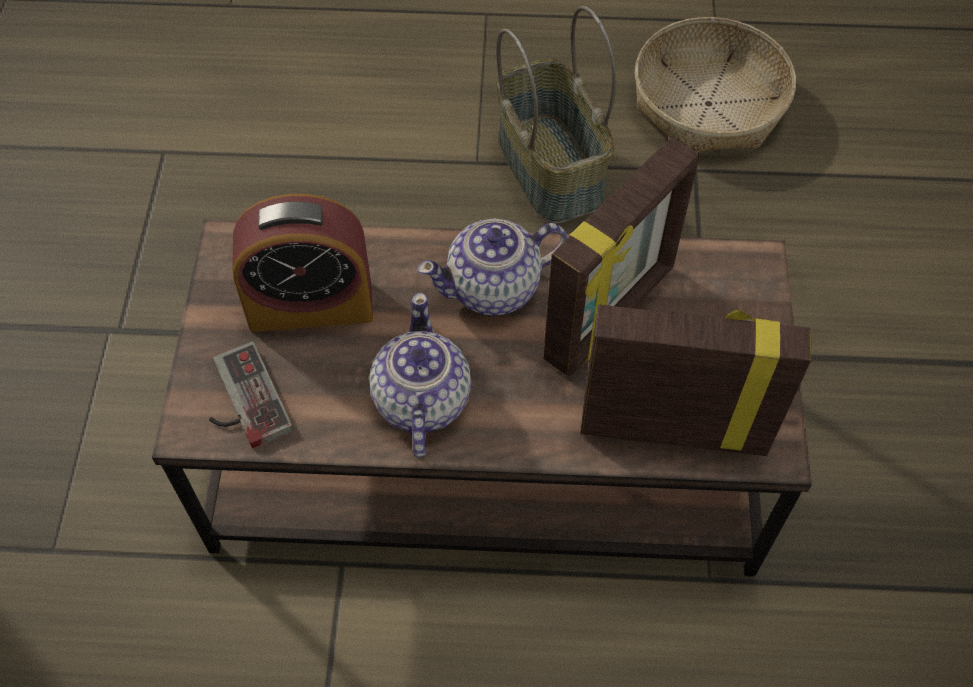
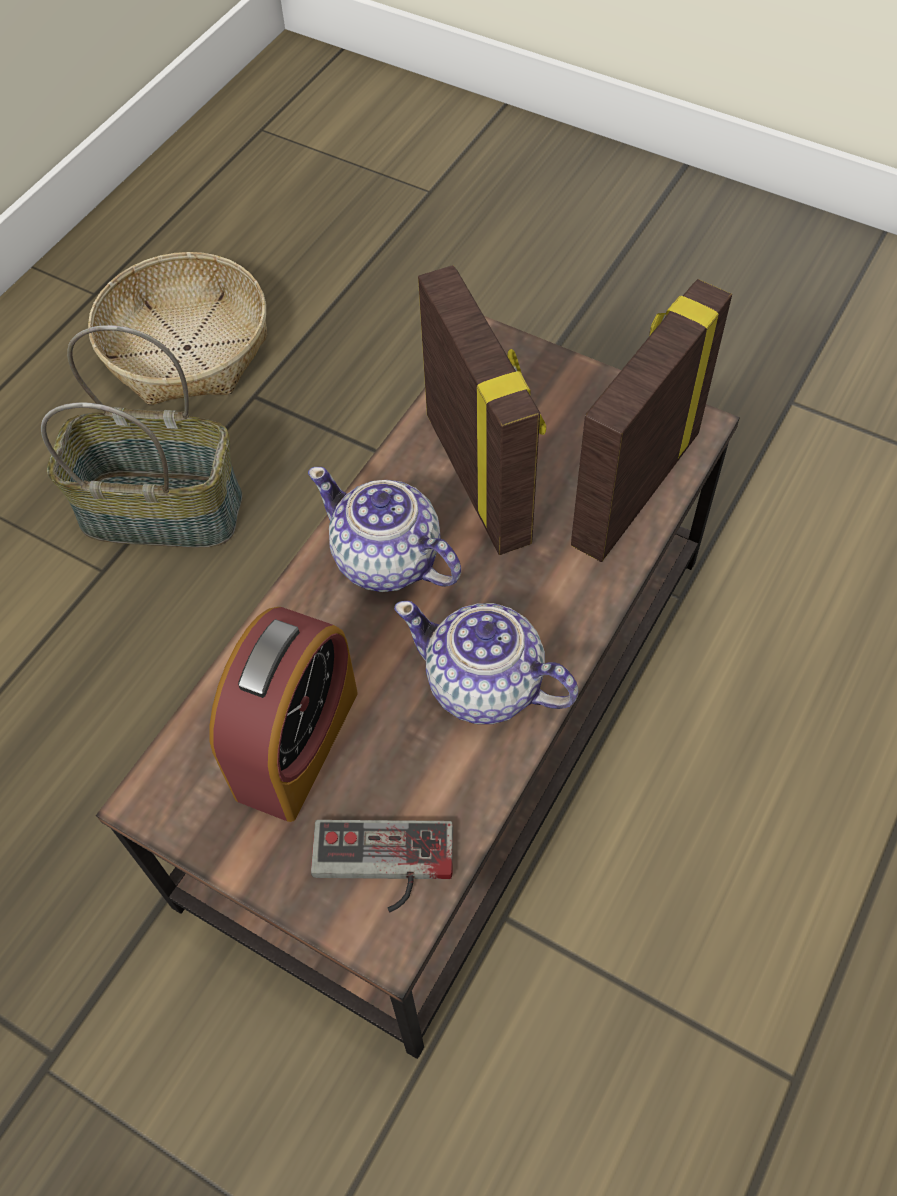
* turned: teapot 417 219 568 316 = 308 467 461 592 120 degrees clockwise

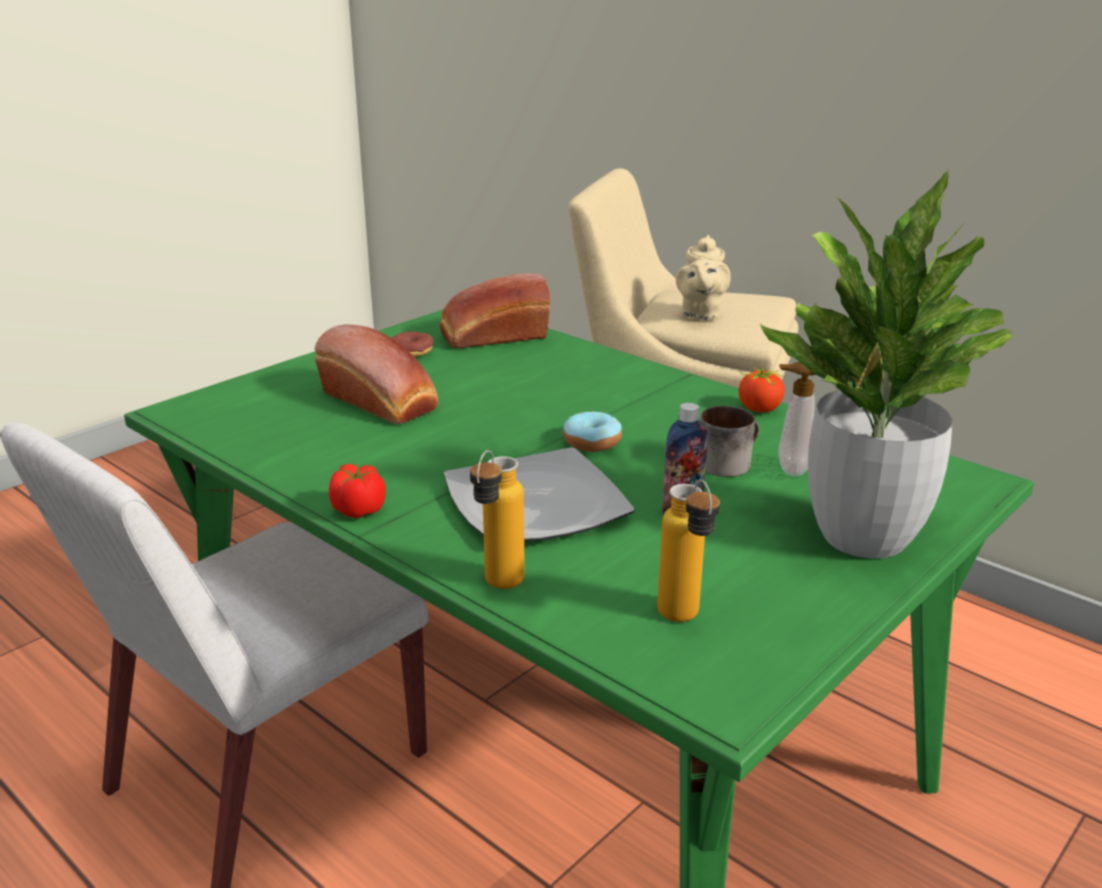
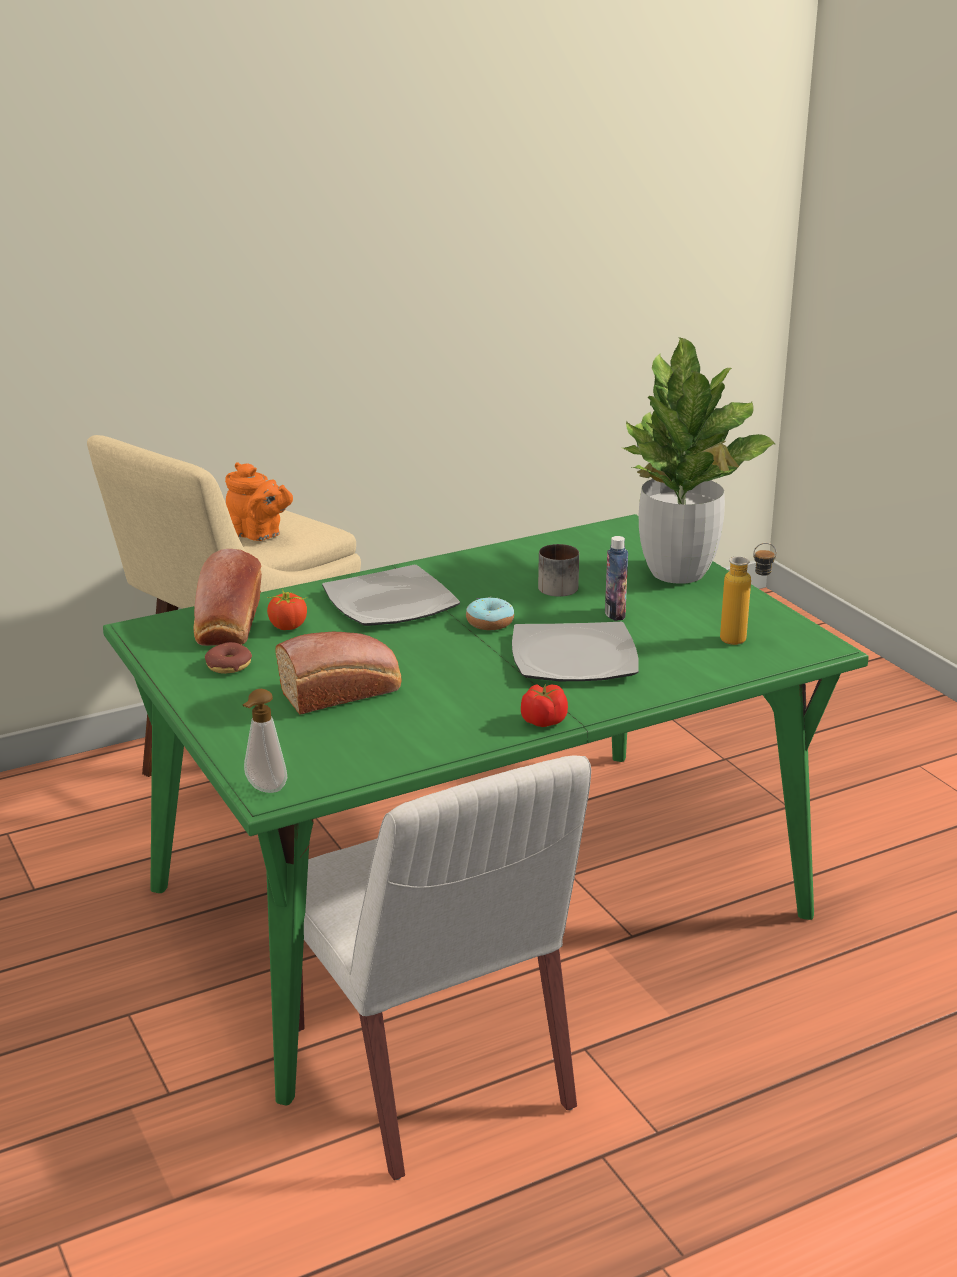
* recoloured: beige teapot 676 235 731 321 to orange teapot 225 462 293 541
* moved: soap dispenser 778 362 816 476 to 243 689 287 793
* moved: tomato 737 367 785 412 to 267 589 307 630
* added: plate 322 565 460 626
* removed: bottle 470 450 525 589

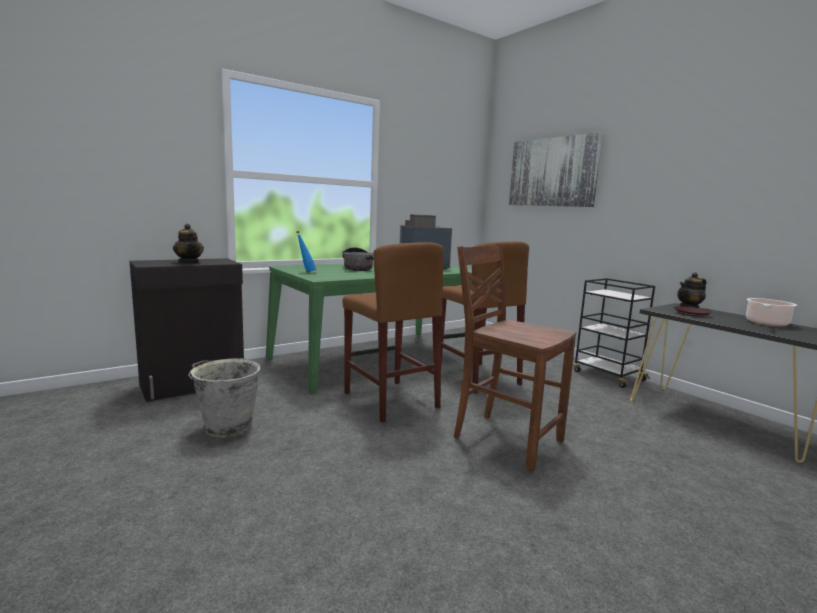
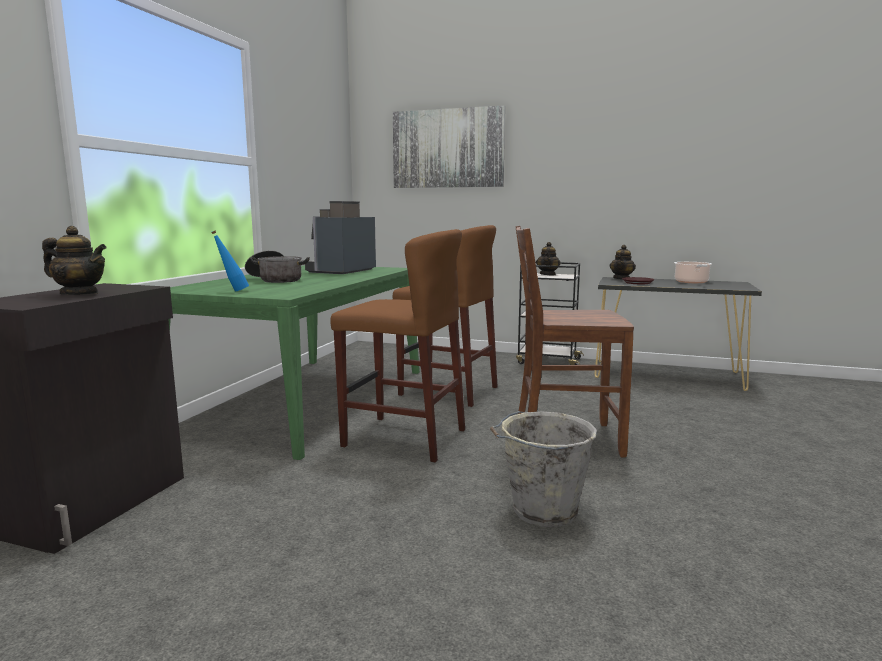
* moved: grey bucket 188 358 260 438 to 490 411 597 527
* added: teapot 536 242 561 276

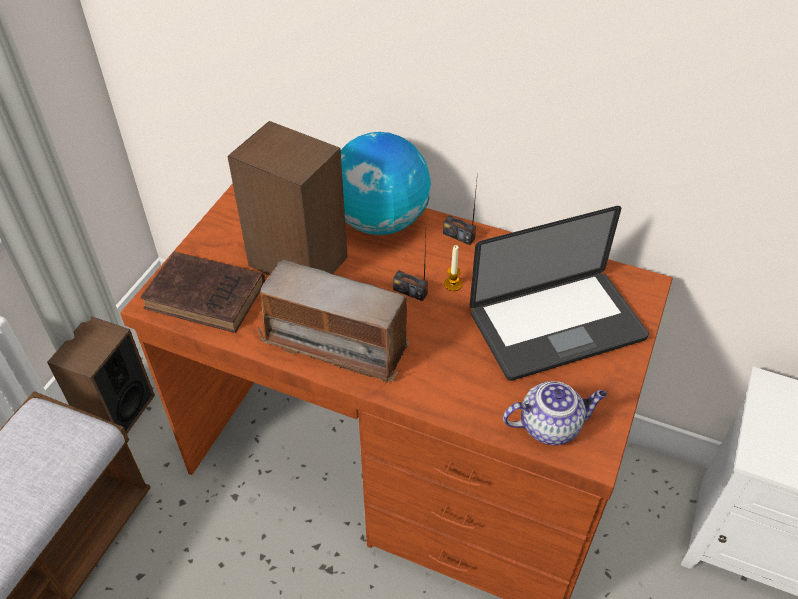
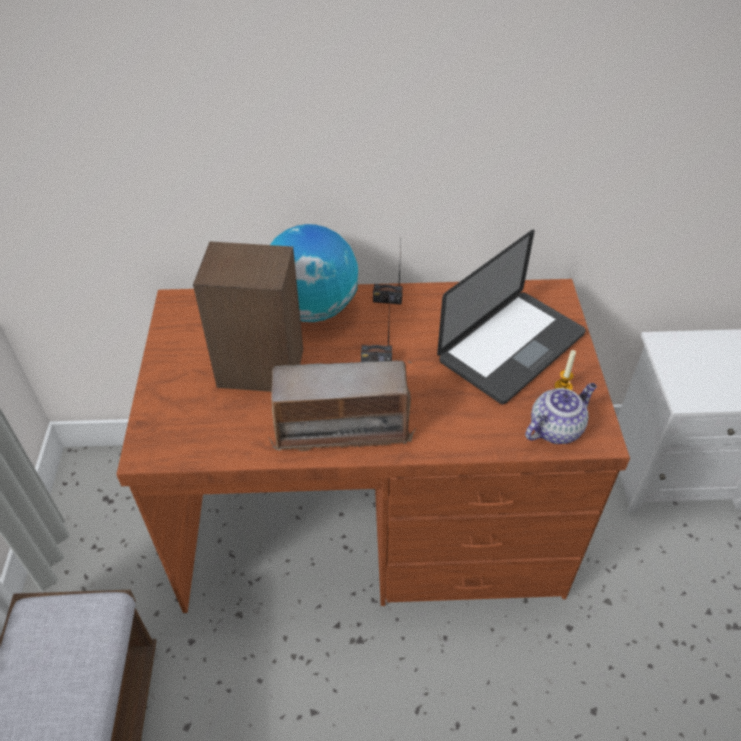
* moved: candle 444 245 462 291 to 554 350 576 390
* removed: speaker 47 316 155 433
* removed: brown book 140 251 265 333

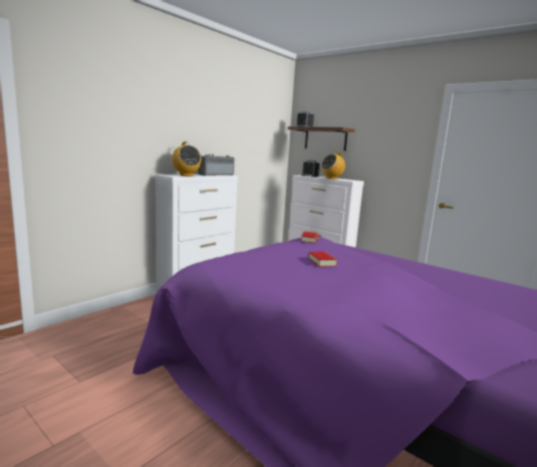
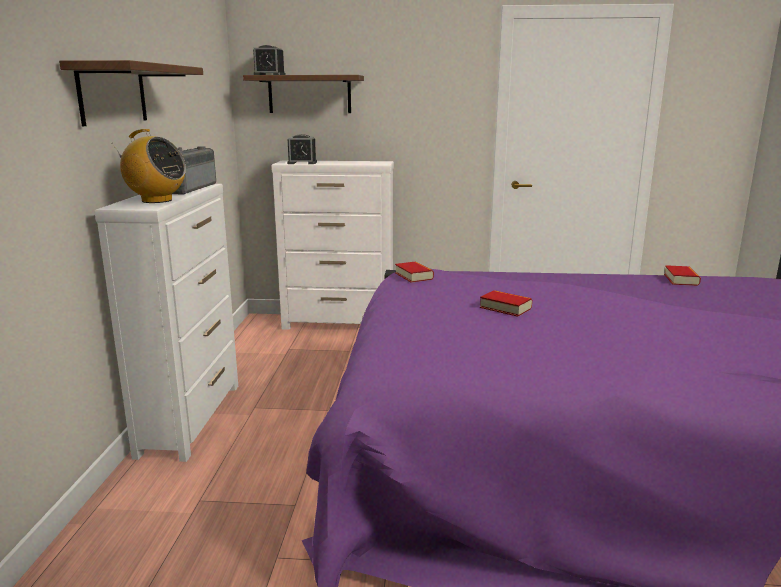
* added: shelf 59 60 203 126
* added: book 664 265 701 286
* removed: radio 321 151 345 179

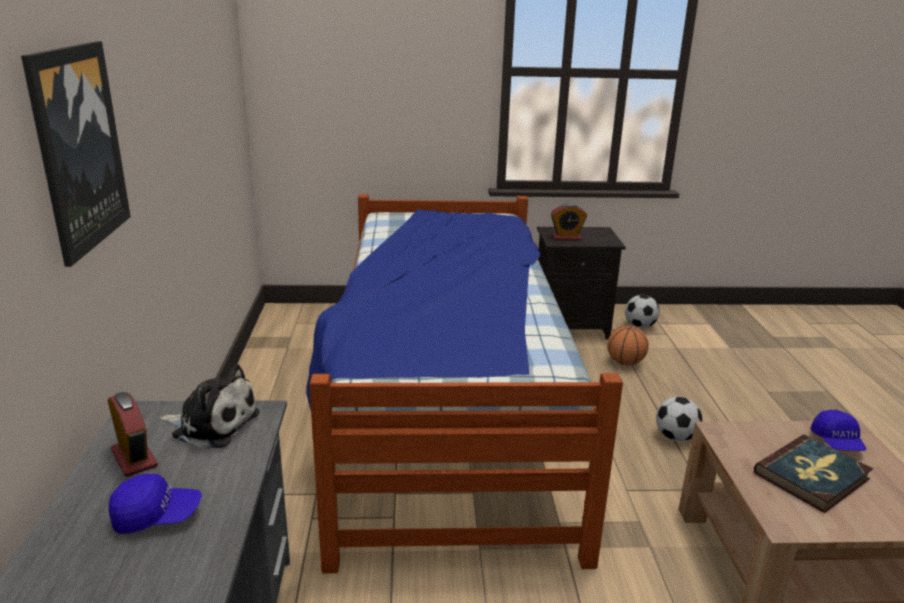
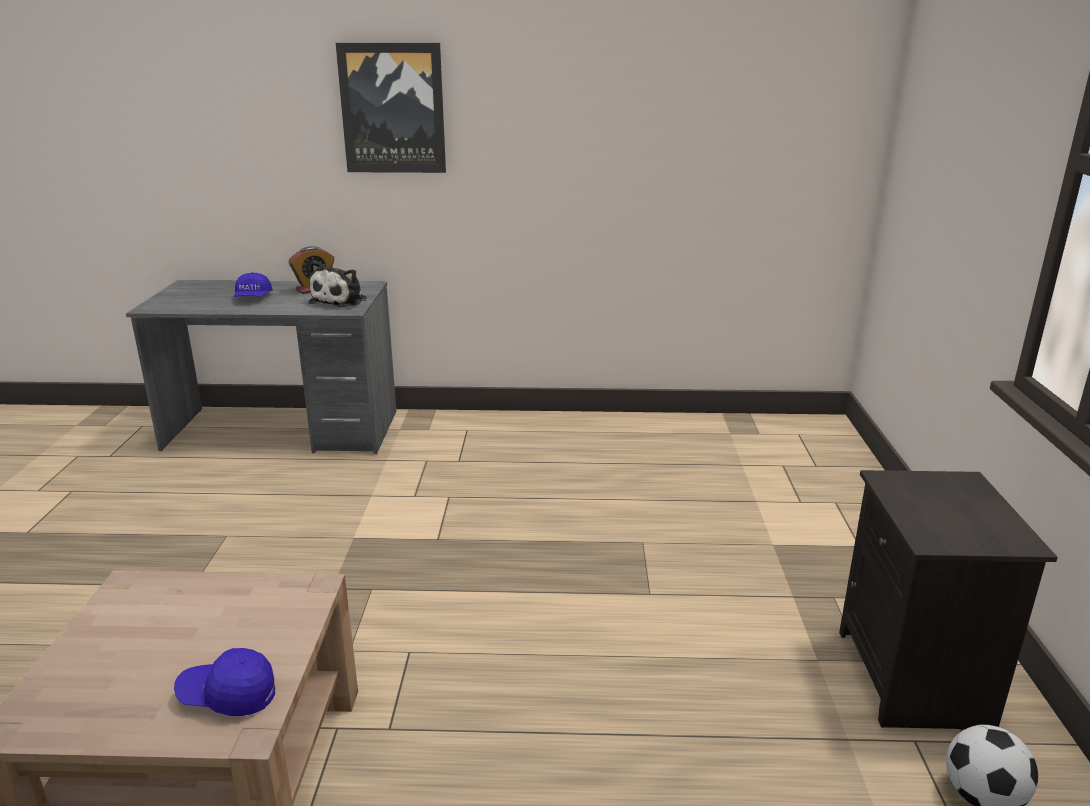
* removed: bed 306 194 623 574
* removed: alarm clock 551 204 587 240
* removed: basketball 607 325 649 365
* removed: football 656 396 702 441
* removed: book 754 435 873 513

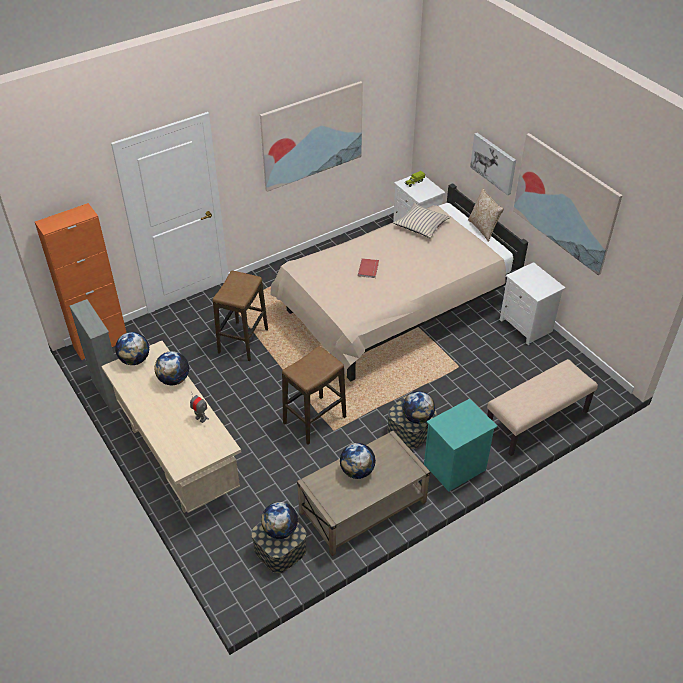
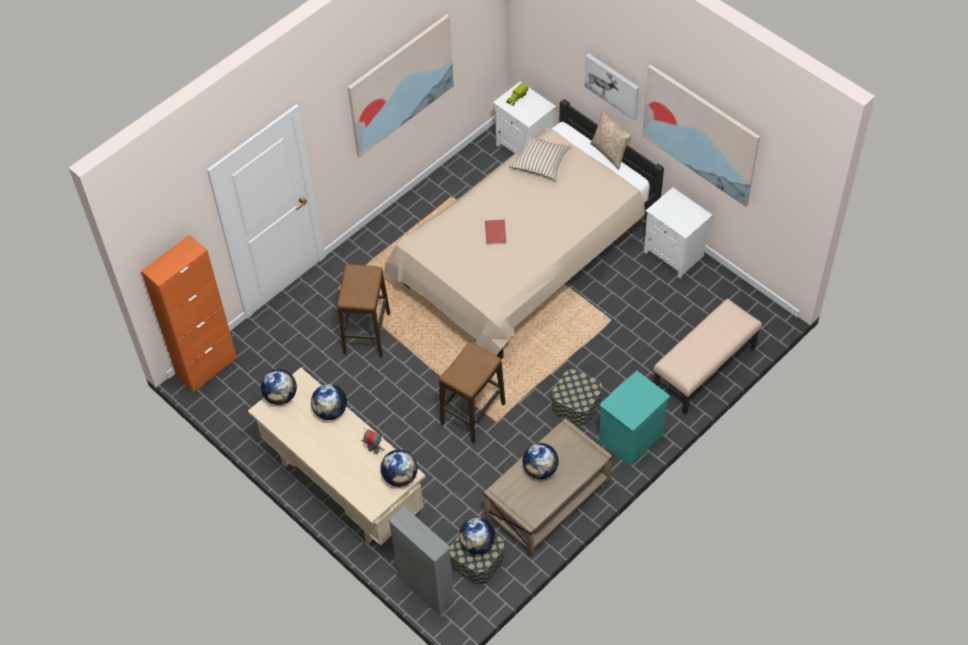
* moved: globe 402 391 435 424 to 380 450 418 487
* moved: grey bookcase 69 299 122 414 to 388 506 456 618

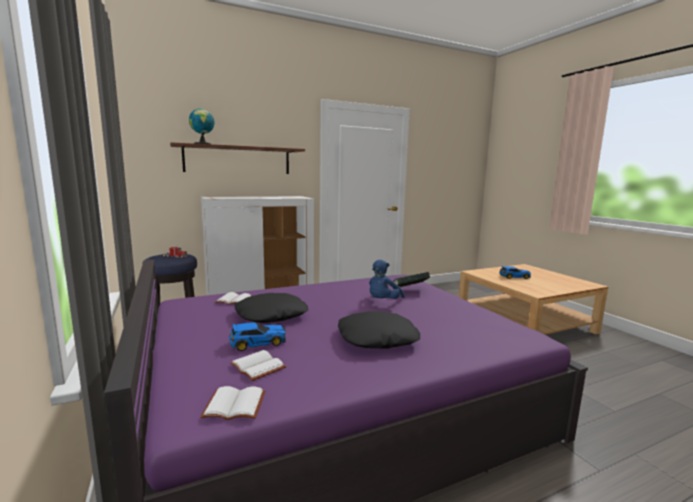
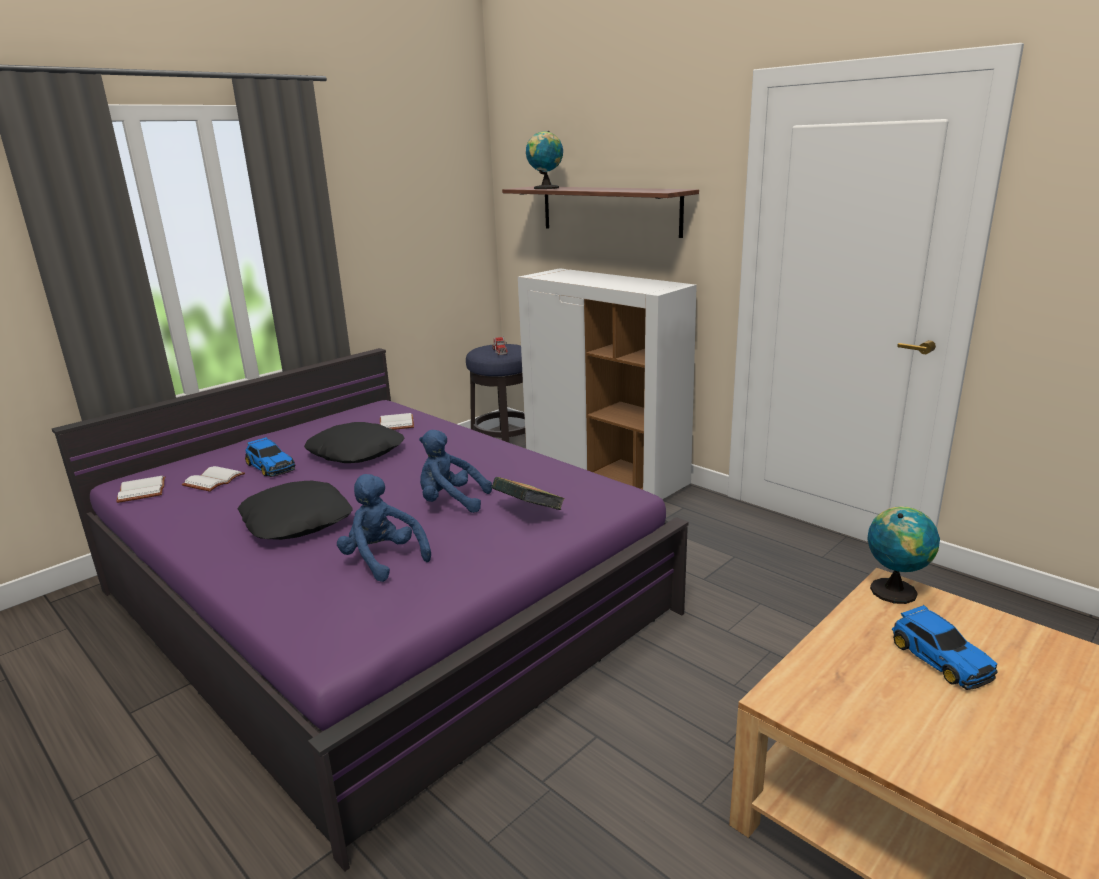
* added: blue plush toy 337 474 431 582
* added: globe 867 506 940 604

